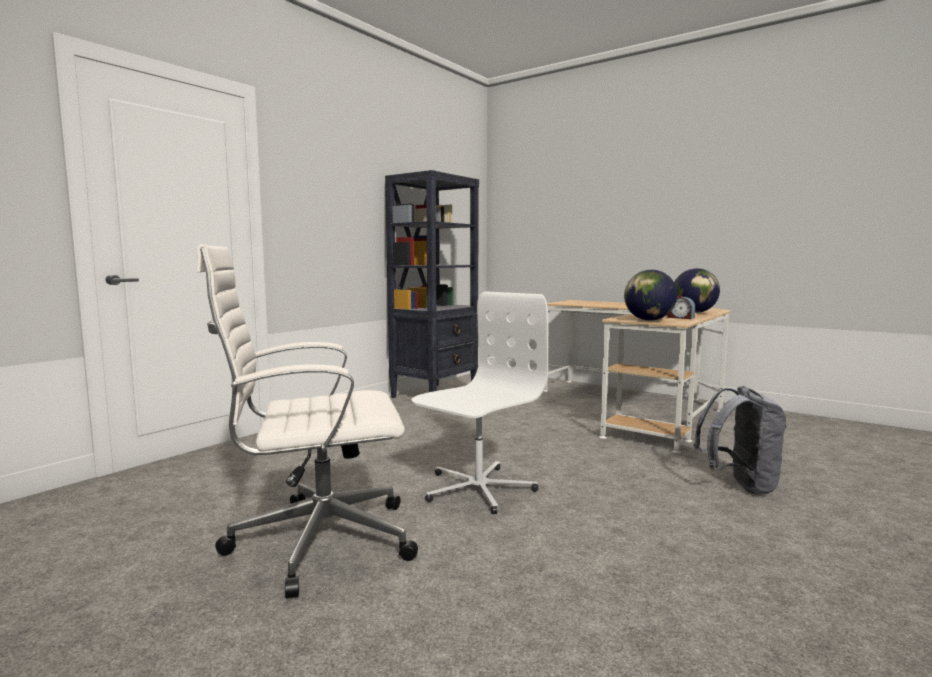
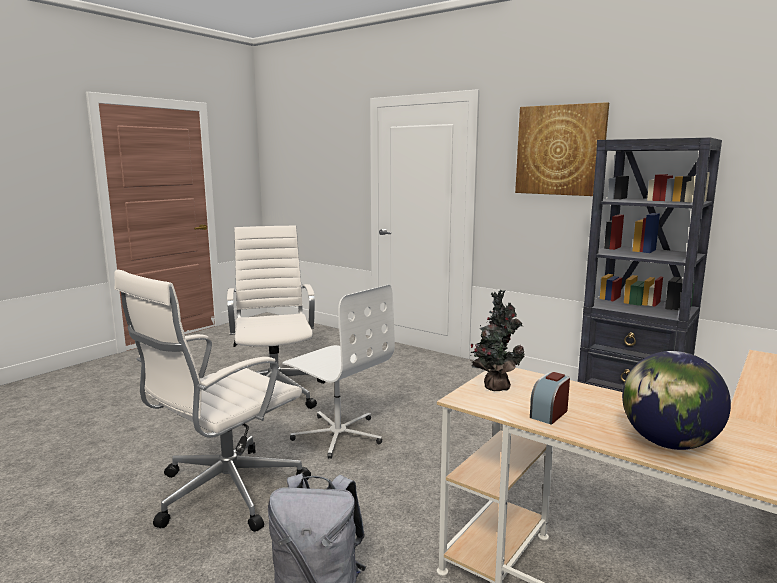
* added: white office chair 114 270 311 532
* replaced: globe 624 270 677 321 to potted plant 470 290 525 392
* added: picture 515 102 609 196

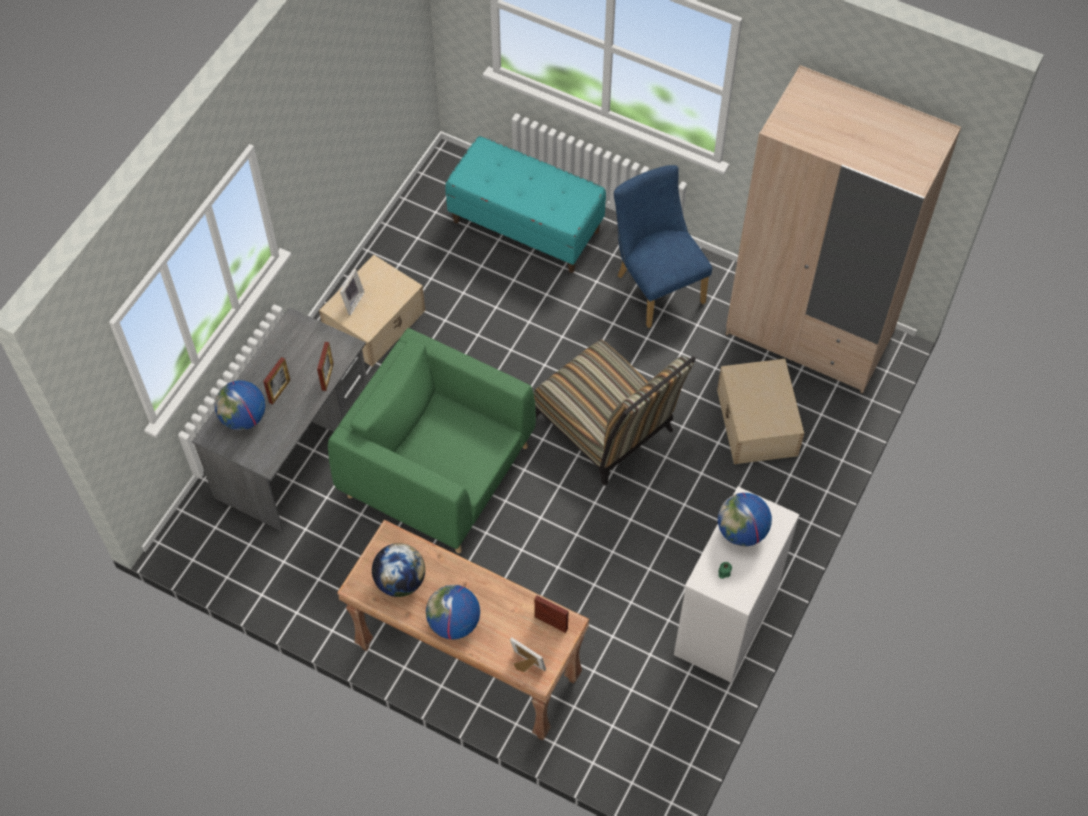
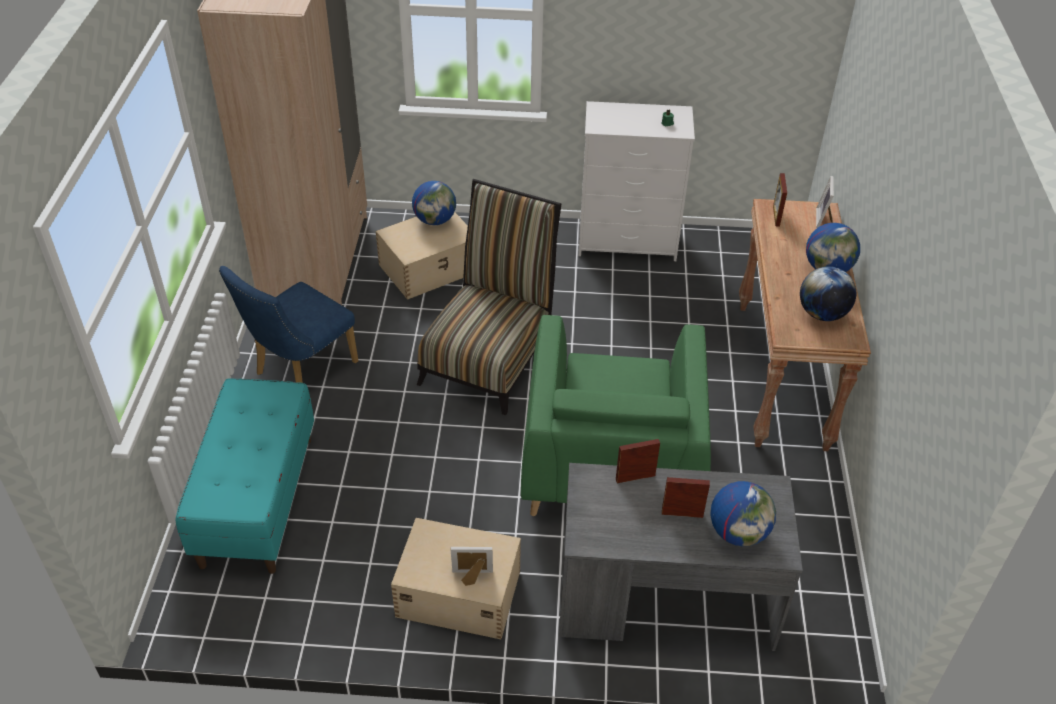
* moved: globe 718 493 772 547 to 412 181 456 225

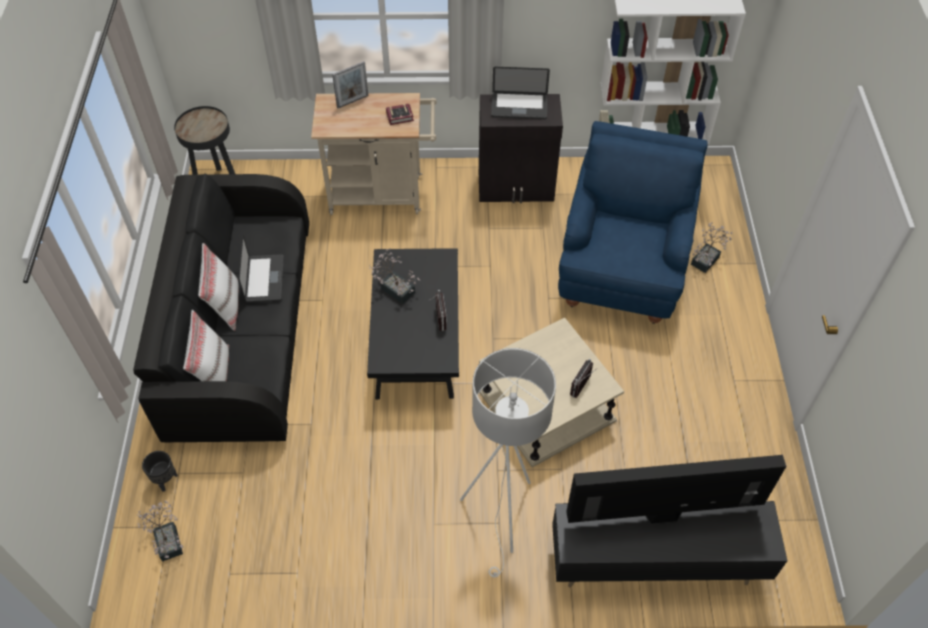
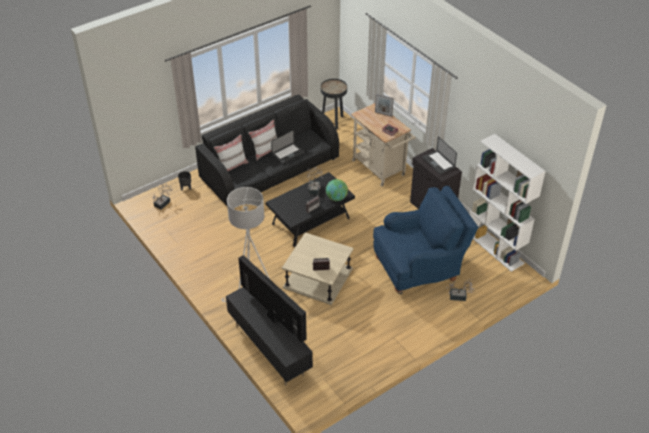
* added: globe 326 179 348 201

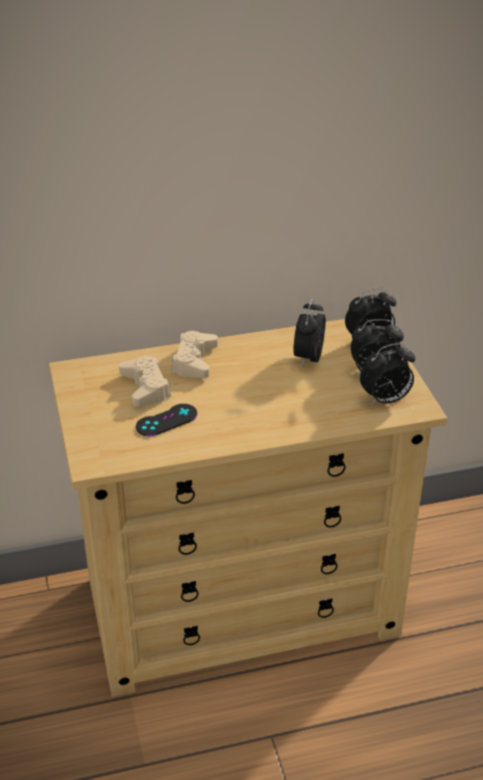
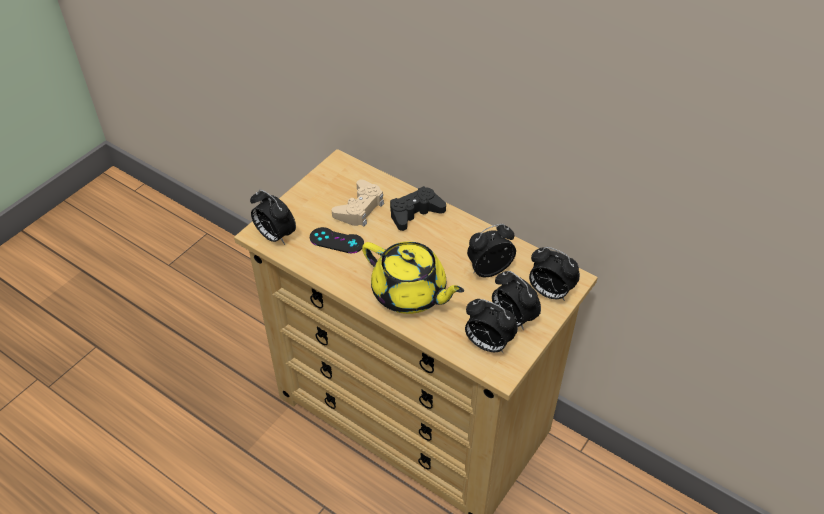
* added: alarm clock 250 189 296 245
* added: yellow teapot 362 241 464 314
* recoloured: beige game controller 172 331 218 378 to black game controller 390 186 446 231

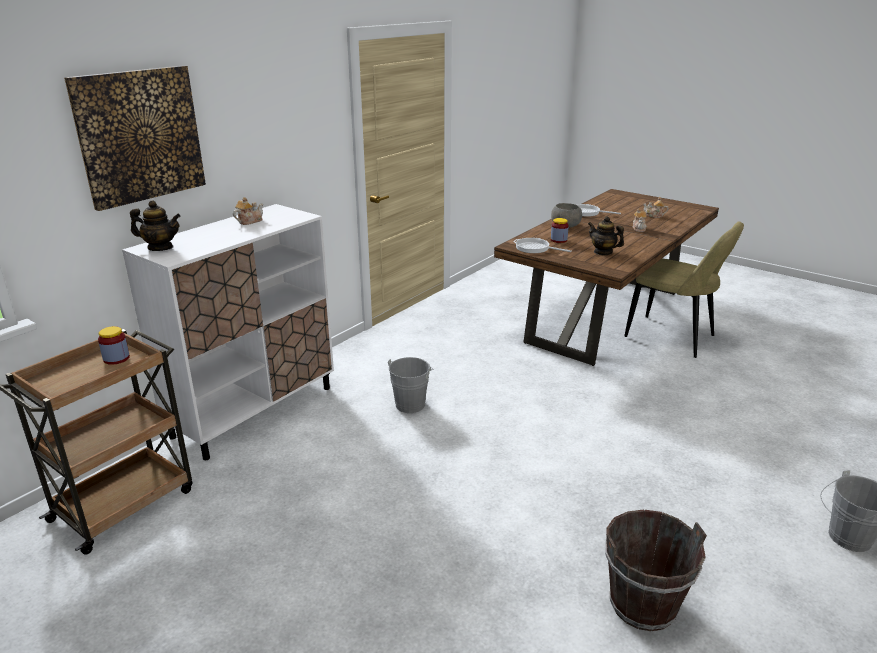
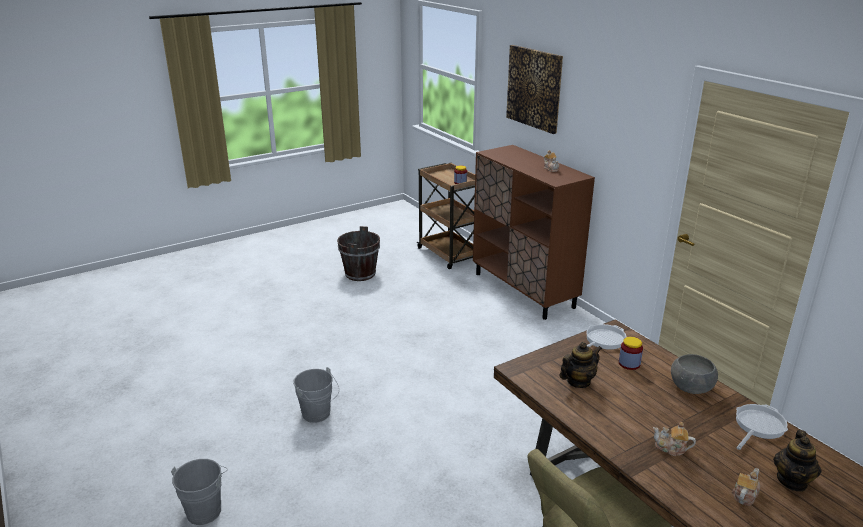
* moved: grey bucket 388 357 434 413 to 293 367 339 423
* moved: brown bucket 605 510 707 631 to 337 226 380 281
* recoloured: white cabinet 122 204 334 460 to brown cabinet 473 145 595 320
* moved: teapot 130 200 181 251 to 773 430 822 492

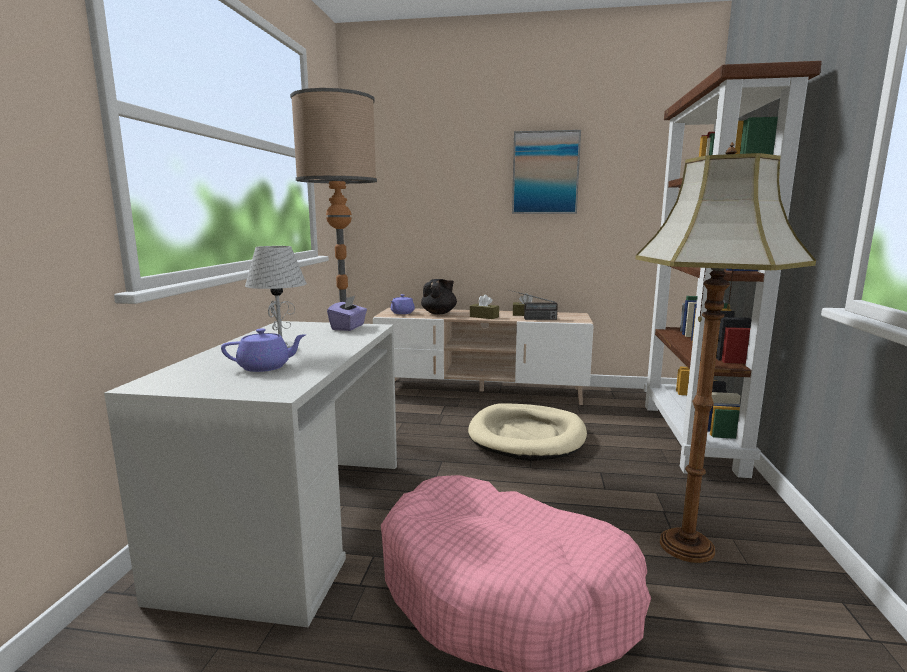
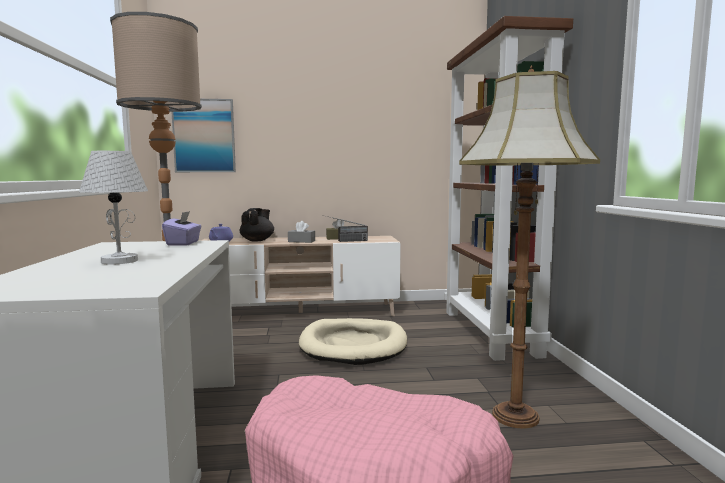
* moved: picture 512 130 581 214 to 171 99 236 172
* recoloured: brown tissue box 470 295 499 319 to grey tissue box 288 221 315 243
* removed: purple teapot 221 329 306 372

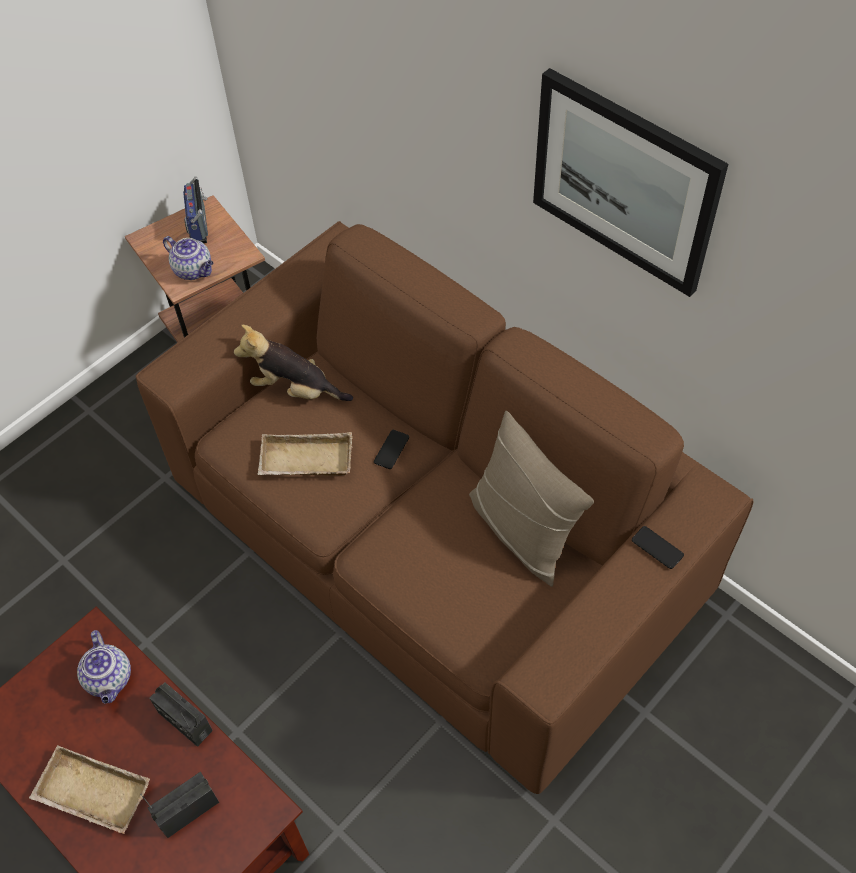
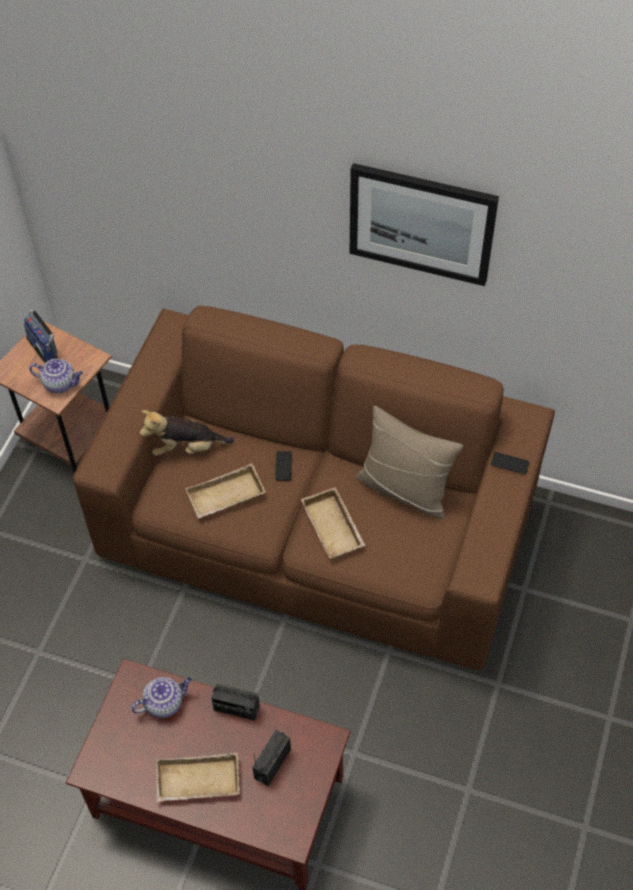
* turned: teapot 77 630 131 704 = 131 677 192 718 75 degrees counterclockwise
* added: beige tray 301 487 365 560

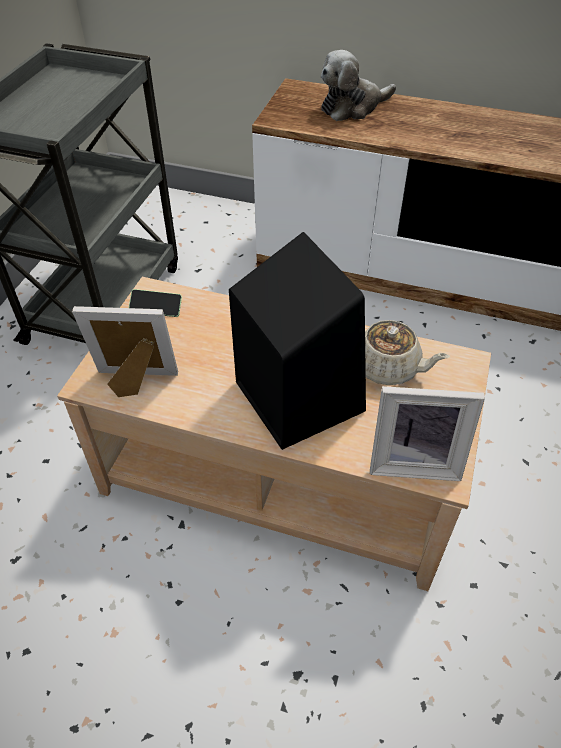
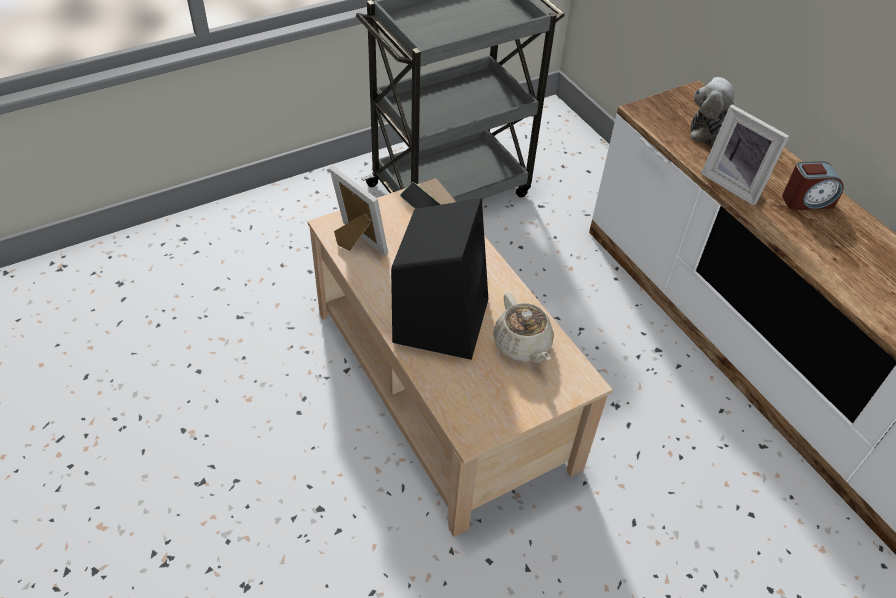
* moved: picture frame 370 386 485 481 to 701 105 790 206
* added: alarm clock 782 161 844 210

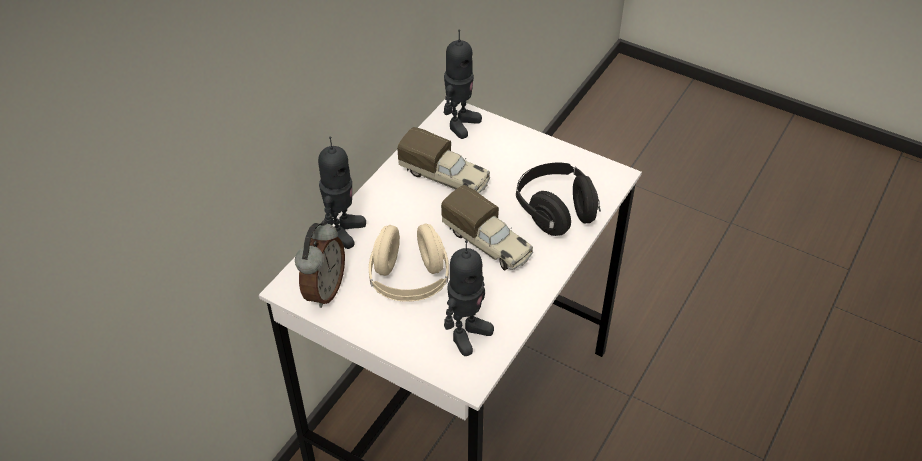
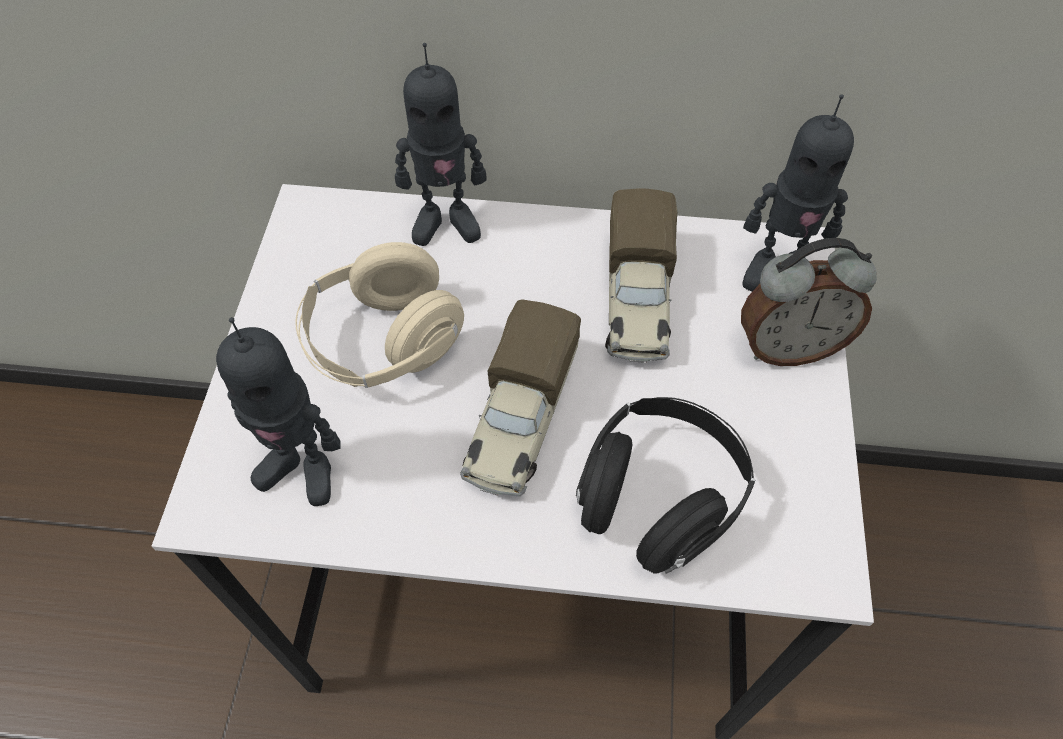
* moved: alarm clock 295 221 345 308 to 741 238 877 366

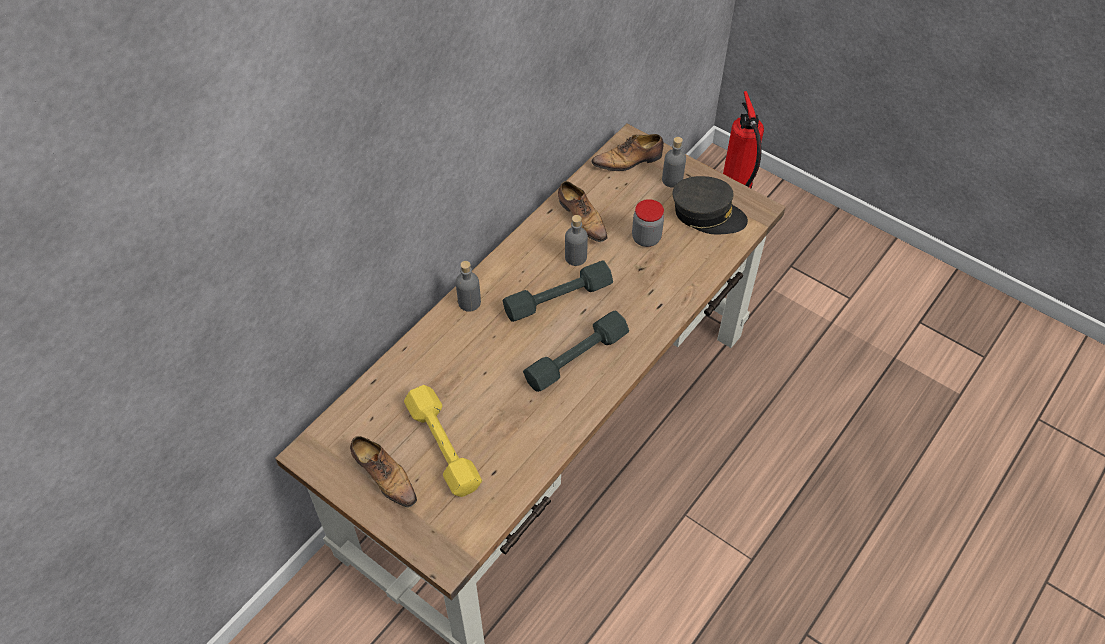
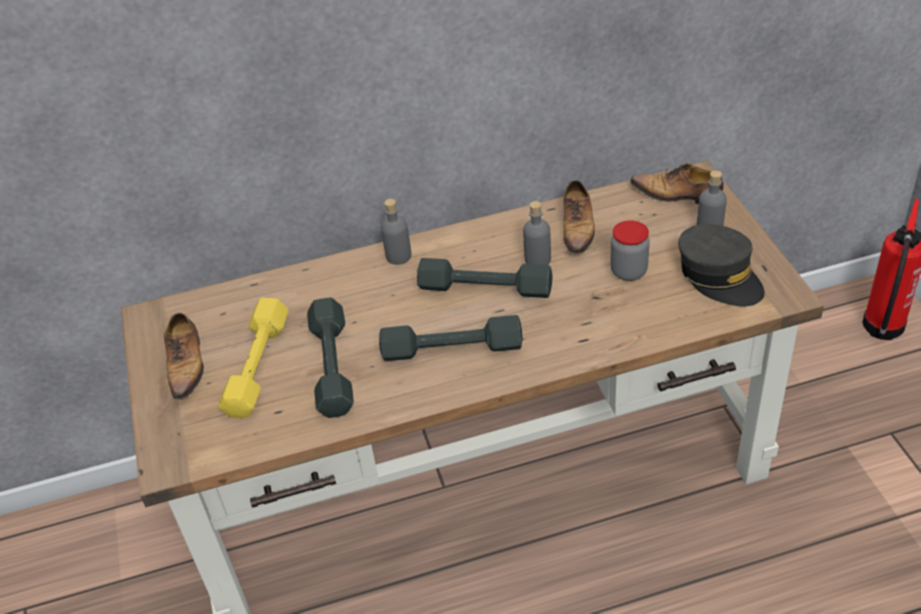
* added: grey dumbbell 307 297 354 418

